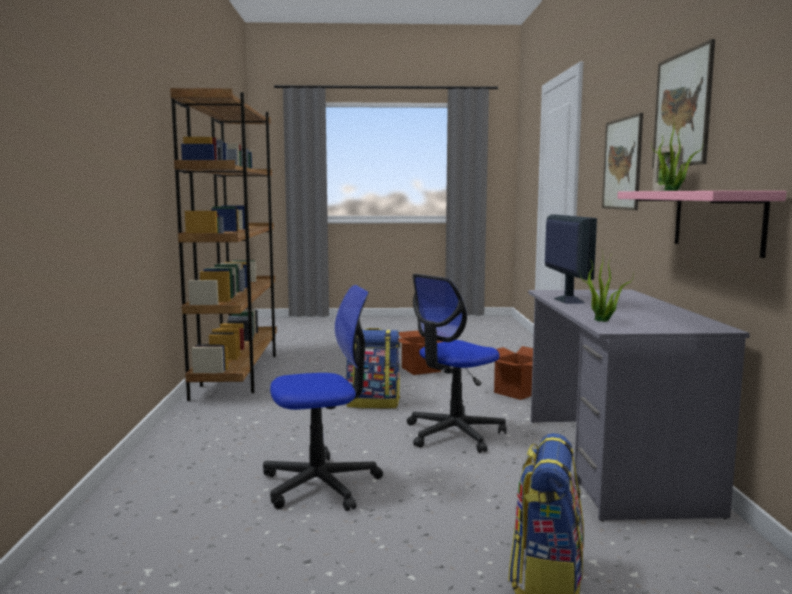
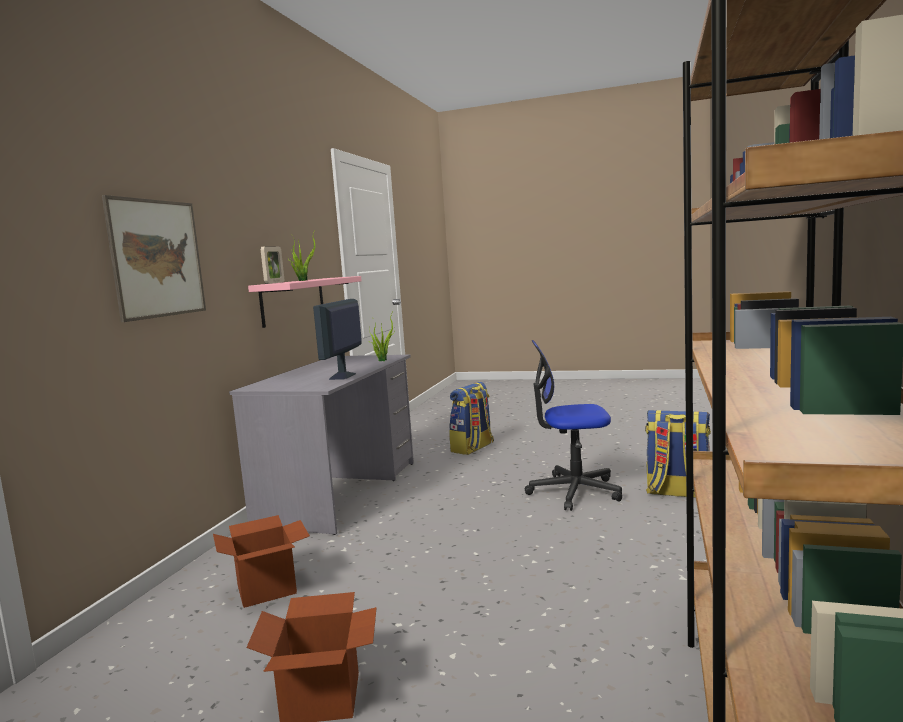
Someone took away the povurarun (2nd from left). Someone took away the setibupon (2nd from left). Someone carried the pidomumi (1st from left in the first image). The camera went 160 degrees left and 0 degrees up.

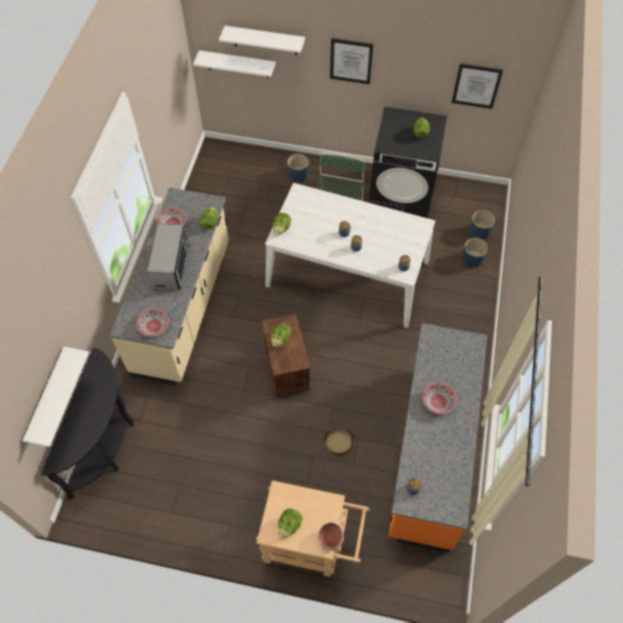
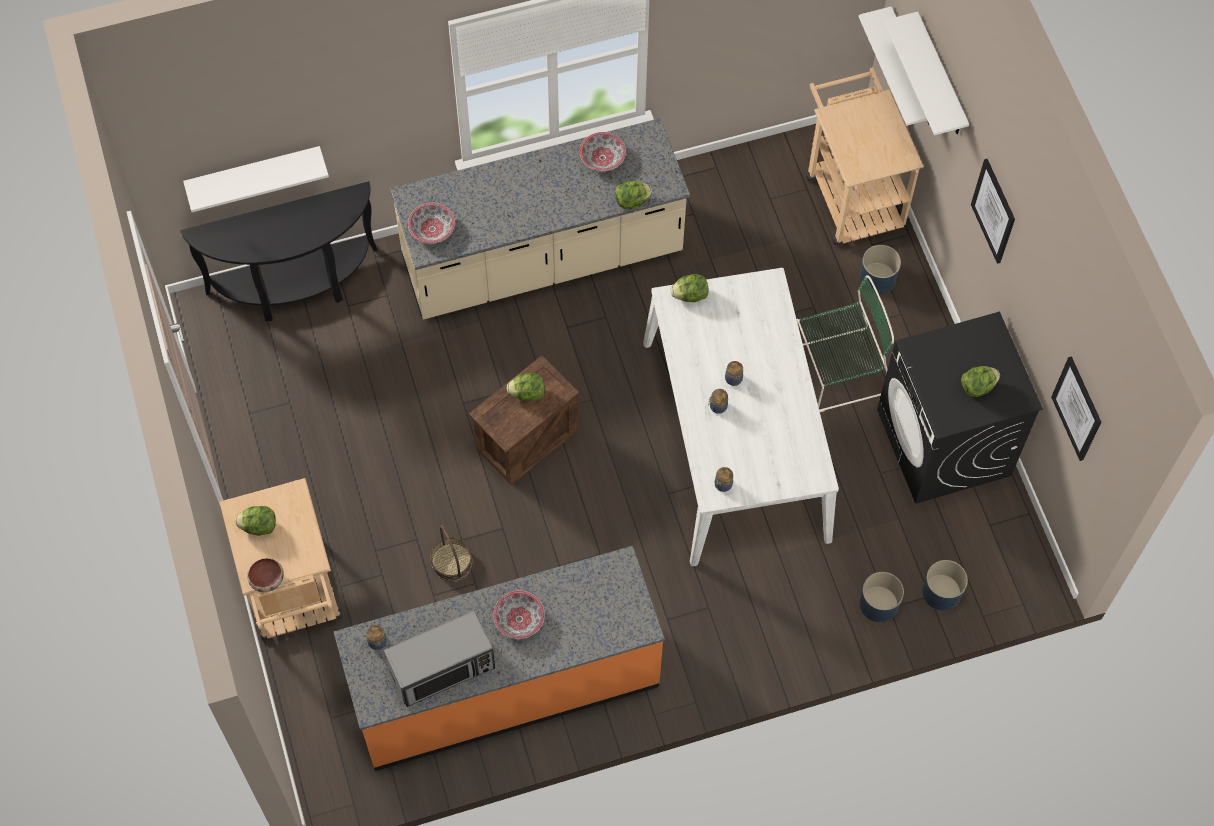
Someone put down the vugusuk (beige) (2nd from left). Someone carried the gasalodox. The camera went 60 degrees right and 5 degrees up.

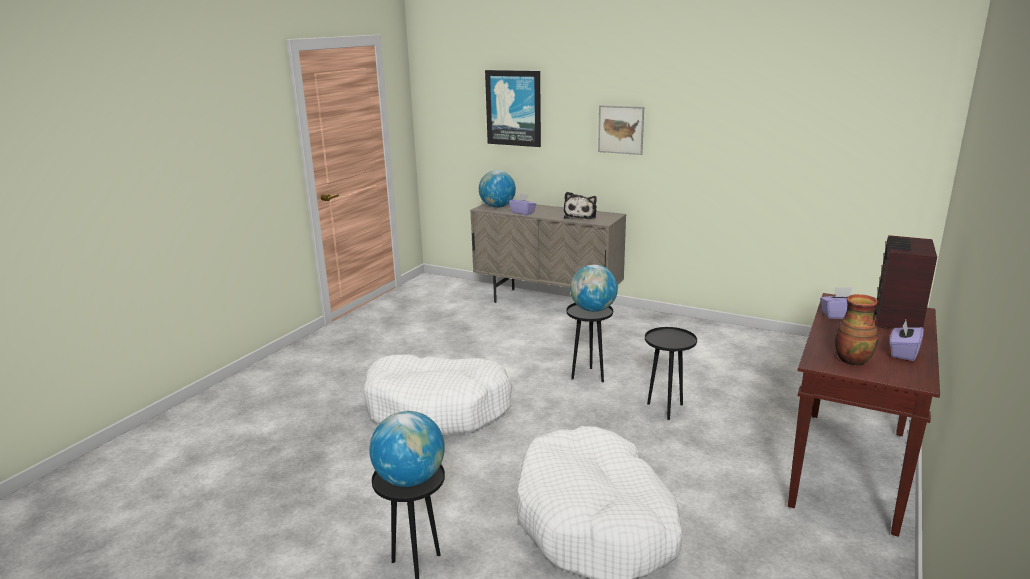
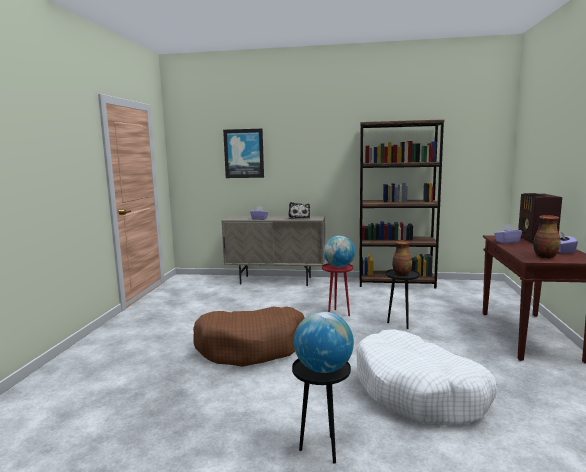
Someone took away the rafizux (2nd from left). Someone took away the setibupon (2nd from left). Someone put down the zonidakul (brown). Someone put down the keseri (1st from left). Someone repainted the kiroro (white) (1st from left), which became the kiroro (brown). Someone repainted the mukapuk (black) (2nd from left), which became the mukapuk (red). The camera went 20 degrees left and 10 degrees down.

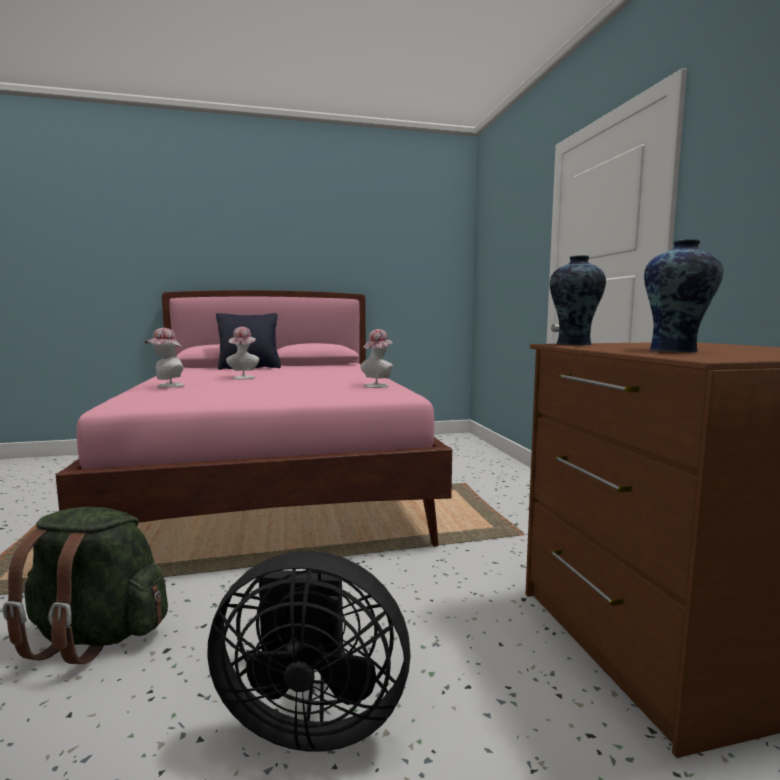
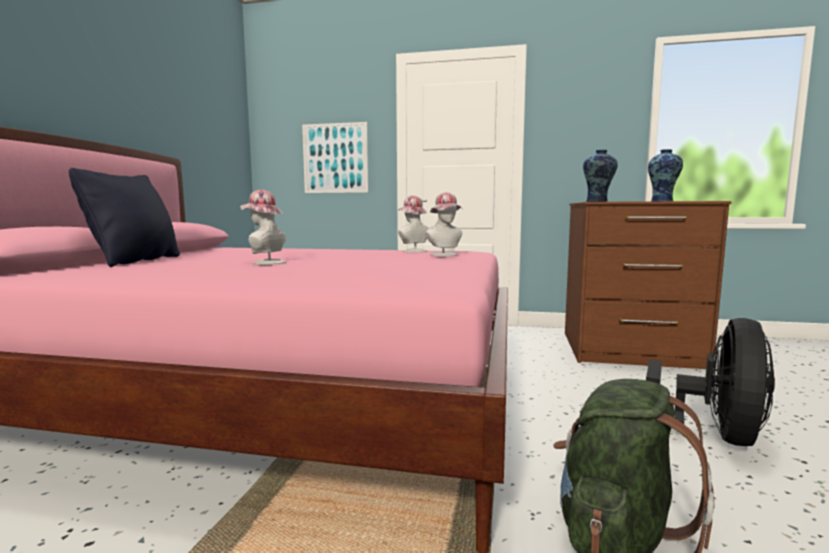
Someone put up the setibupon. Someone carried the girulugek (1st from left in the first image). The camera went 65 degrees left and 0 degrees up.

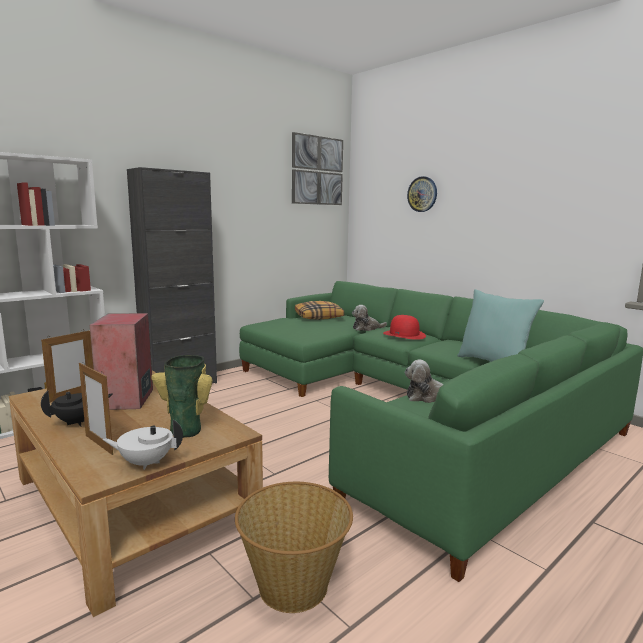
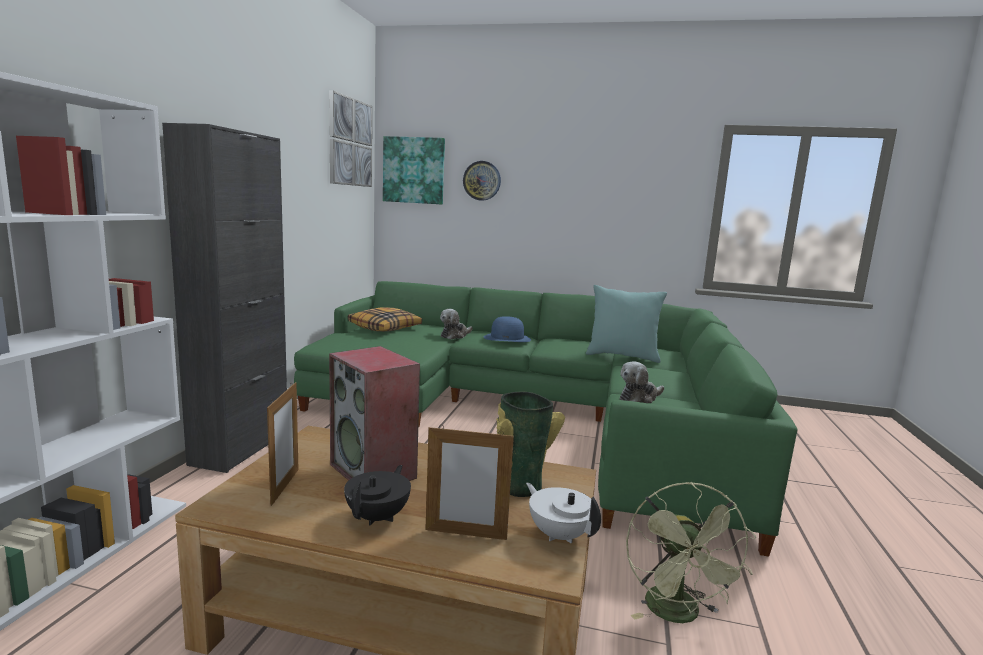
Someone put up the setibupon (2nd from left). Someone swapped the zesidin for the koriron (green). Someone repainted the girulugek (red), which became the girulugek (blue). Someone rotated the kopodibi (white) by 90 degrees clockwise. The camera went 35 degrees left and 0 degrees up.

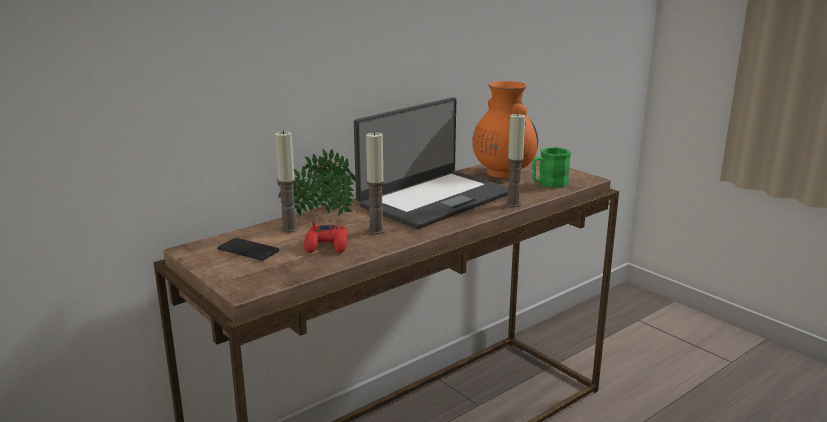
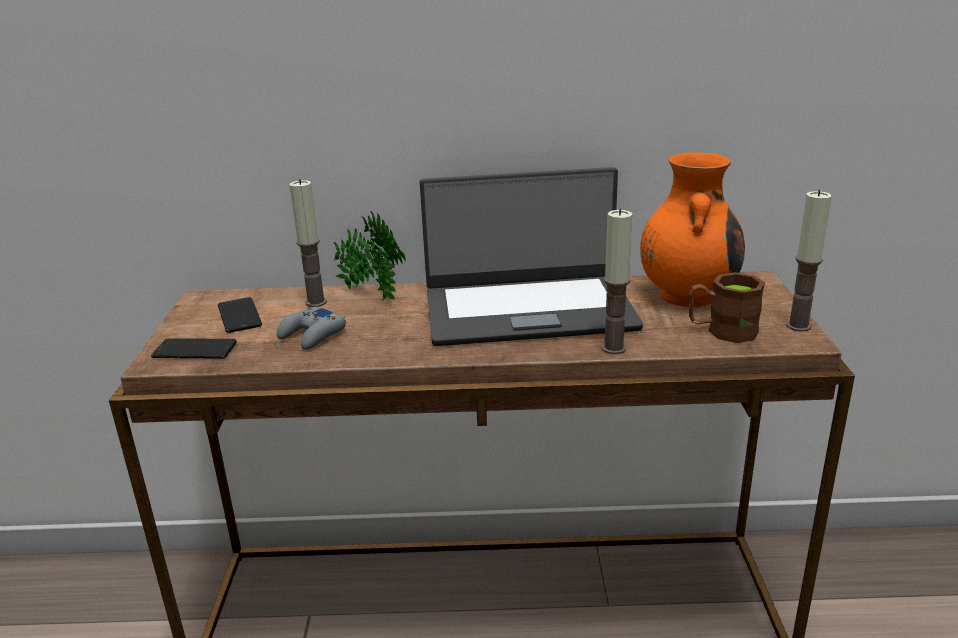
Someone put down the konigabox (1st from left). Someone carried the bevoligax (2nd from left in the first image). Someone repainted the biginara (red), which became the biginara (grey). Someone repainted the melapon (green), which became the melapon (brown). The camera went 40 degrees right and 5 degrees up.

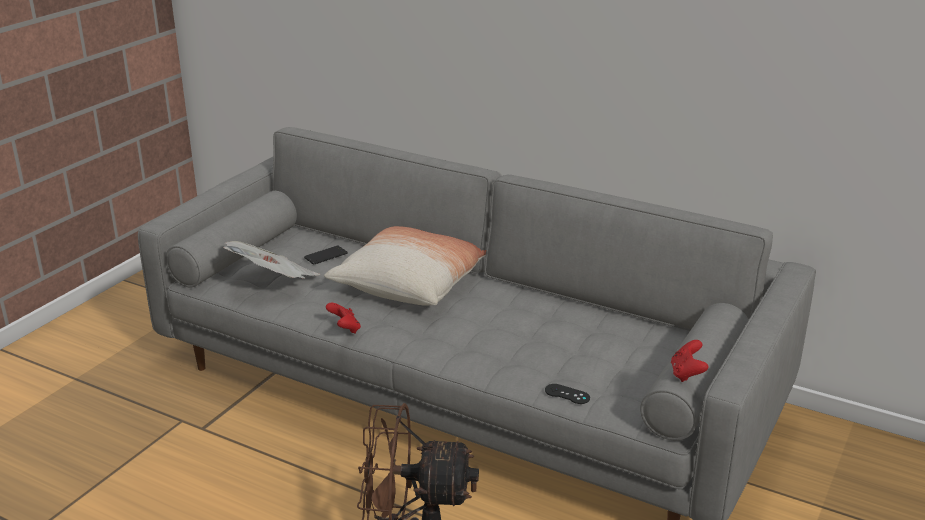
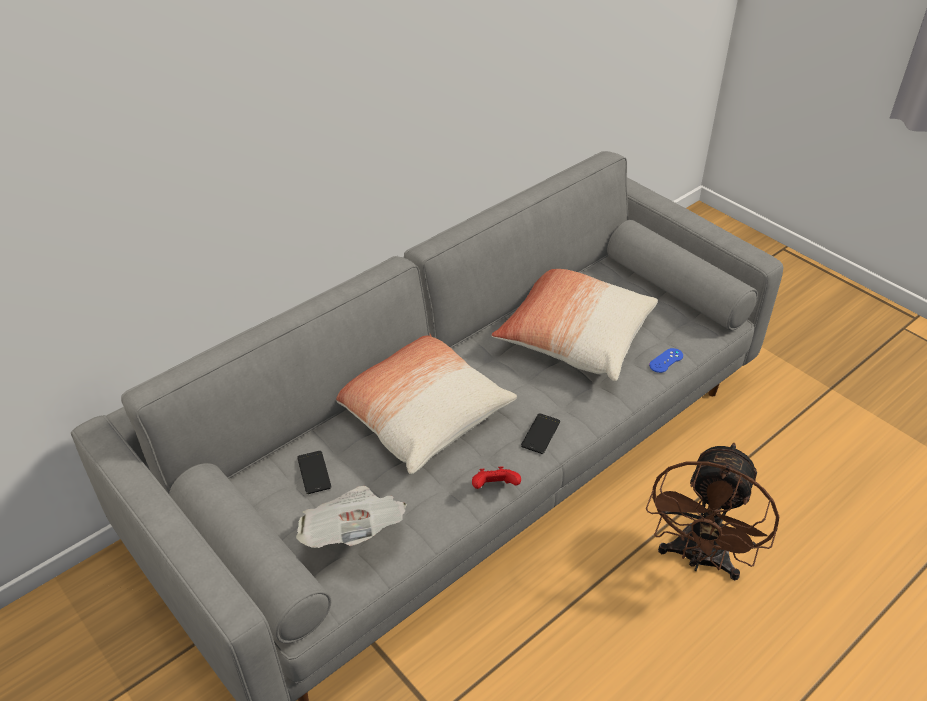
Someone took away the biginara (red) (2nd from left). Someone put down the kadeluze (2nd from left). Someone put down the konigabox (2nd from left). Someone repainted the biginara (black), which became the biginara (blue). The camera went 70 degrees left and 15 degrees up.

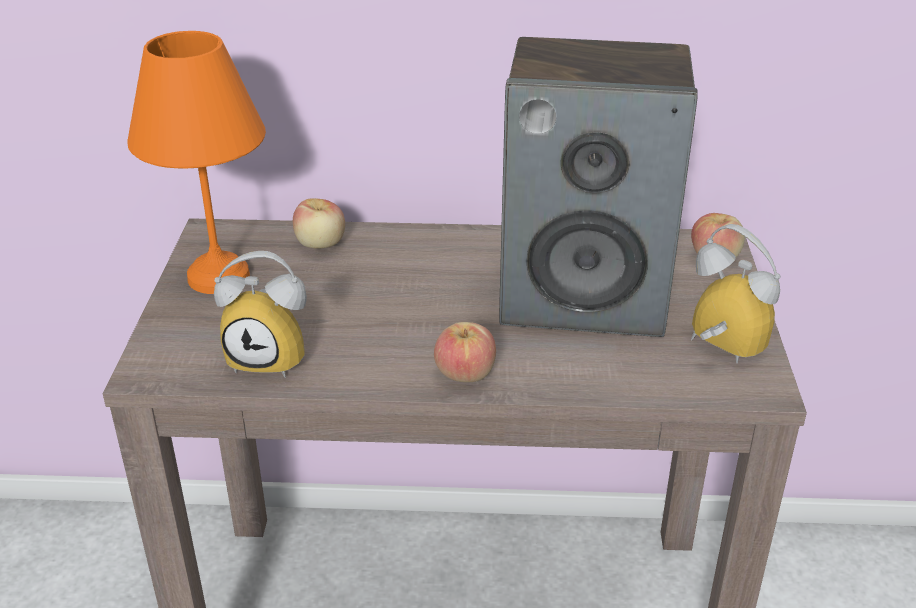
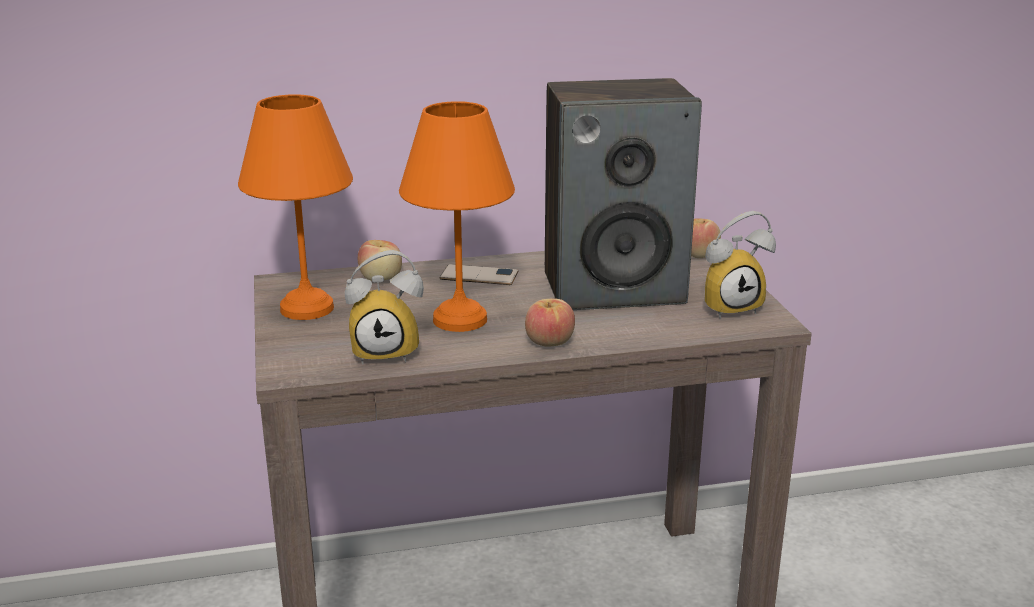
Someone put down the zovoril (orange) (2nd from left). Someone put down the konigabox. Someone rotated the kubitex (2nd from left) by 135 degrees clockwise. The camera went 15 degrees left and 10 degrees down.

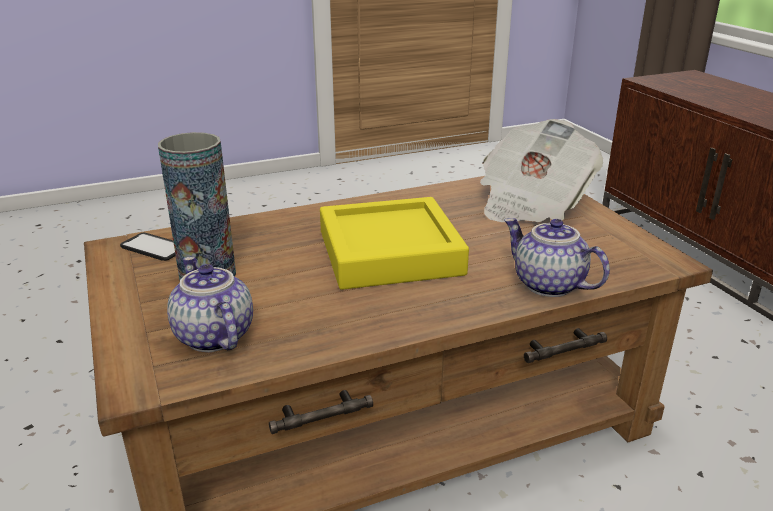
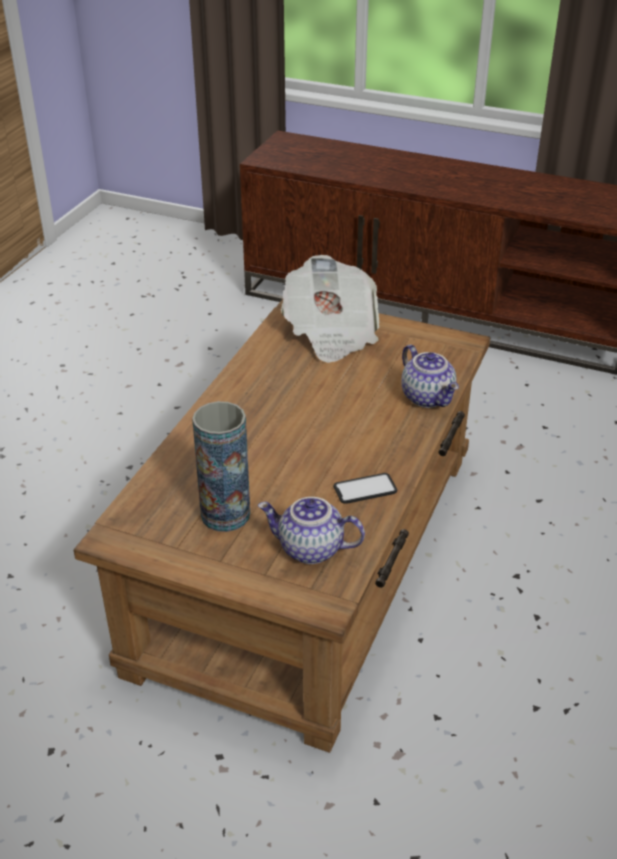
Someone took away the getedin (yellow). Someone carried the konigabox. Someone rotated the kopodibi (2nd from left) by 120 degrees counterclockwise. The camera went 45 degrees left and 10 degrees up.

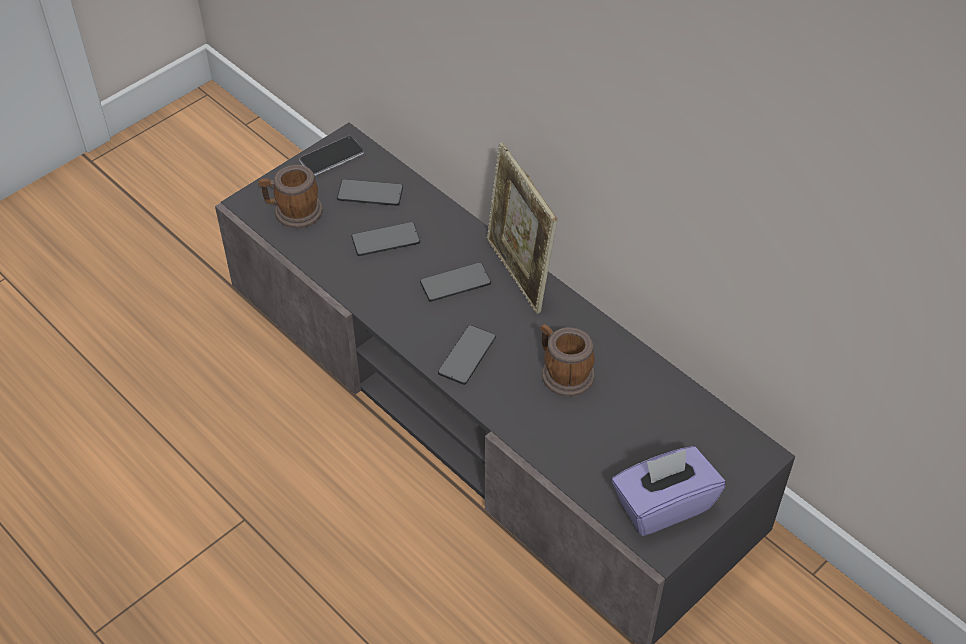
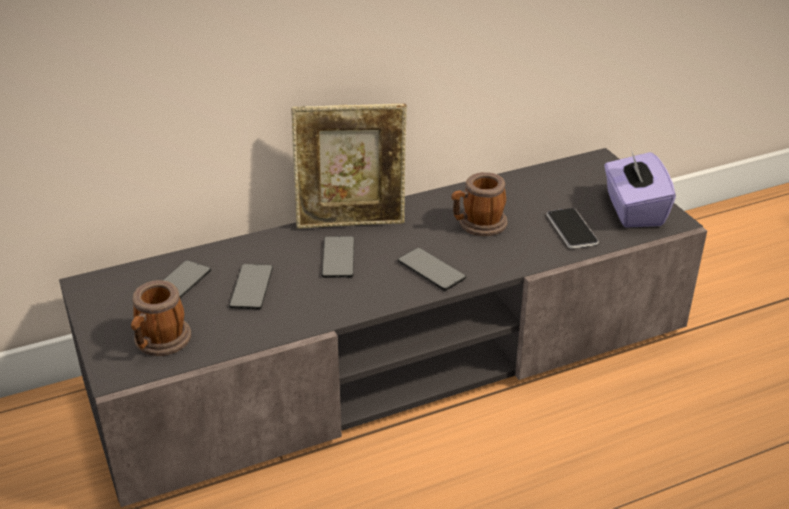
Someone carried the konigabox (1st from left in the first image). The camera went 70 degrees left and 15 degrees down.

